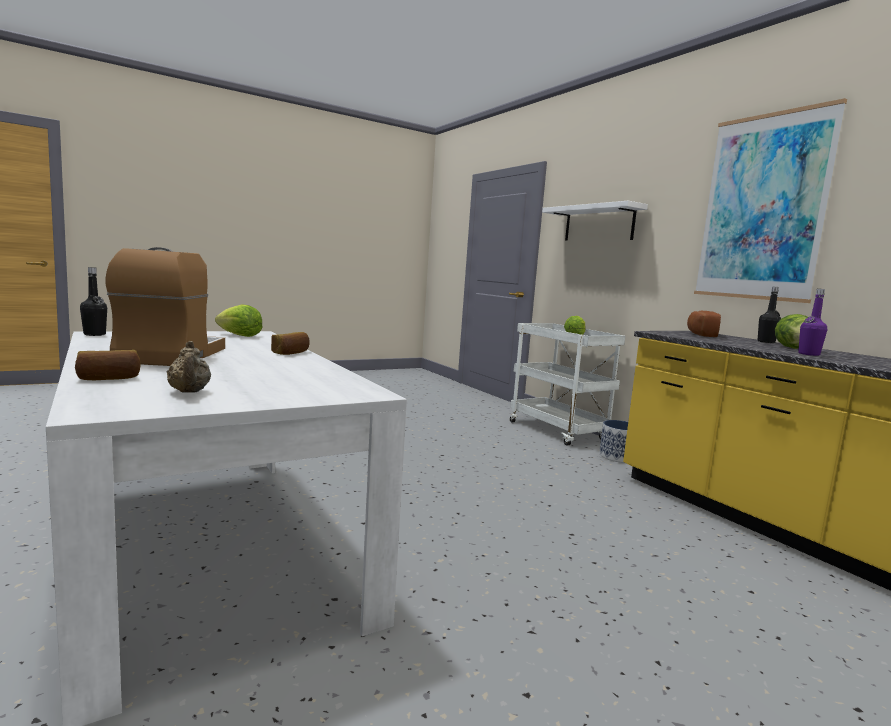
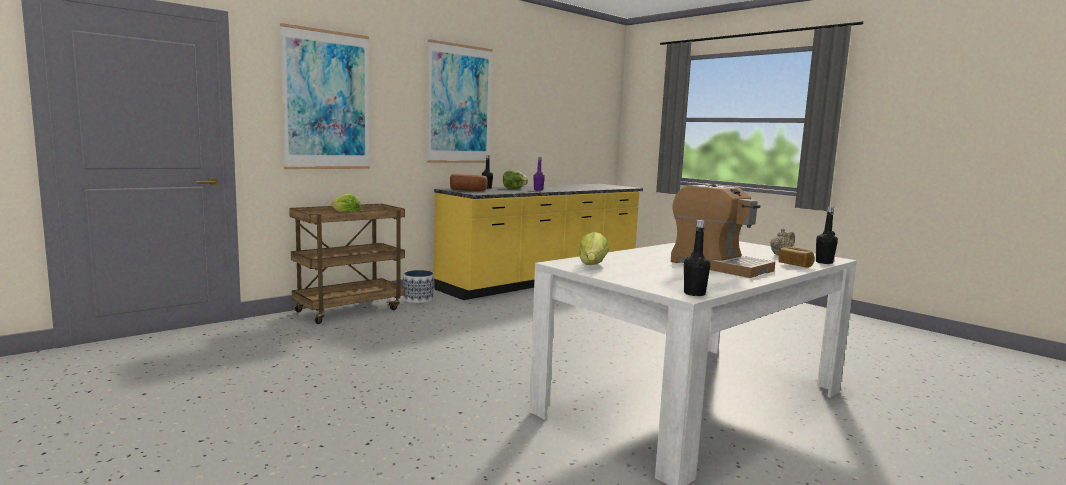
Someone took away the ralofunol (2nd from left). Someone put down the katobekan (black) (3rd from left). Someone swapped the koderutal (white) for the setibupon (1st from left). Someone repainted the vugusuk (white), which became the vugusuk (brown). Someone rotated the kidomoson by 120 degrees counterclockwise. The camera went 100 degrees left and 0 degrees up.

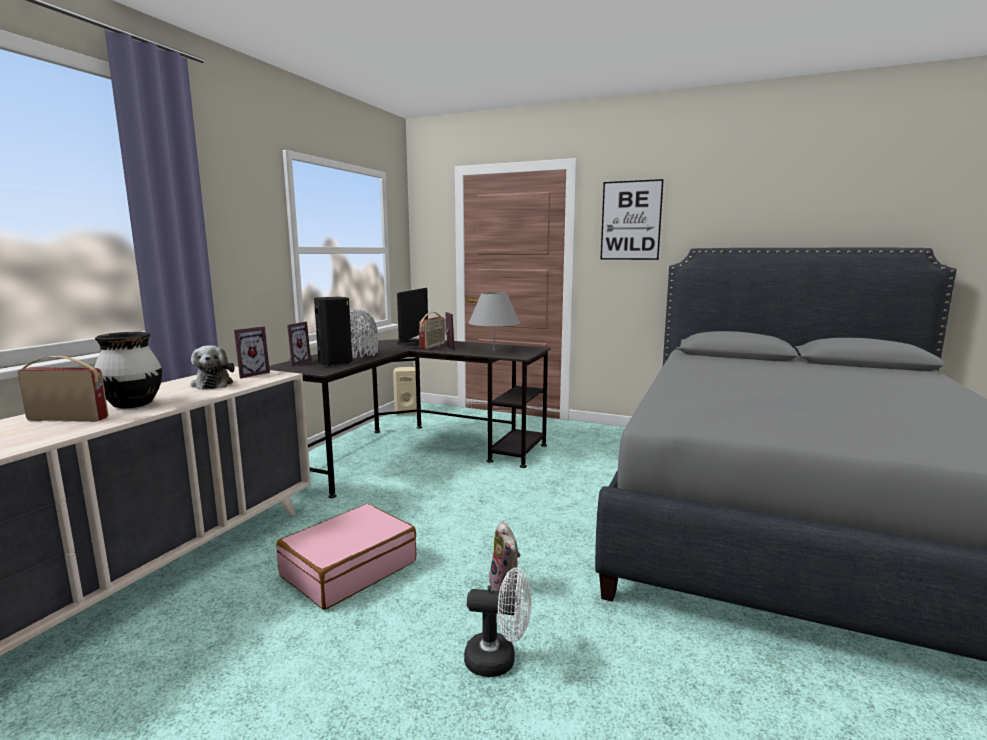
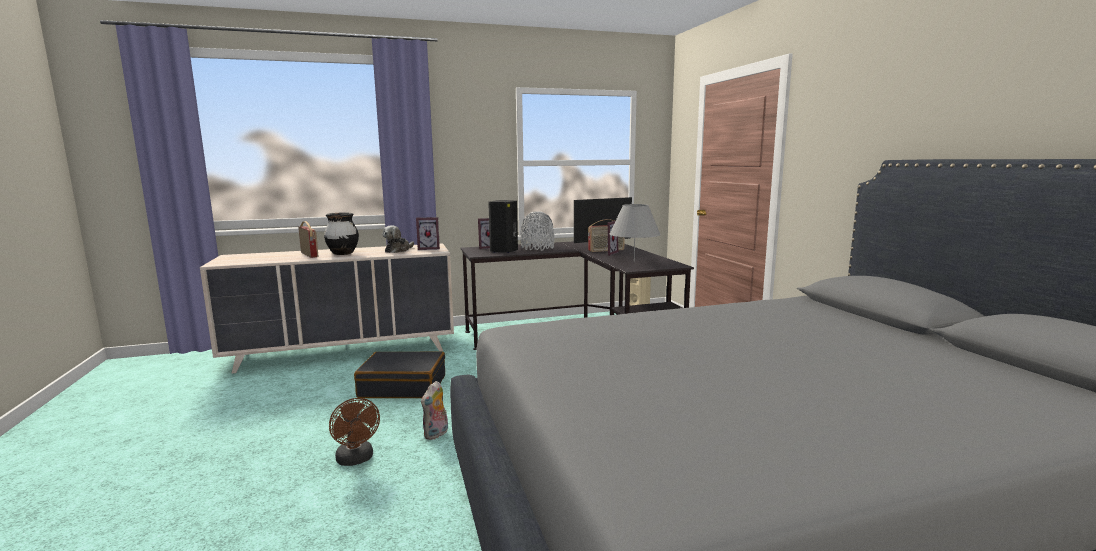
Someone took away the setibupon. Someone repainted the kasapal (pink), which became the kasapal (black). Someone repainted the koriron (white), which became the koriron (brown). The camera went 50 degrees right and 0 degrees up.

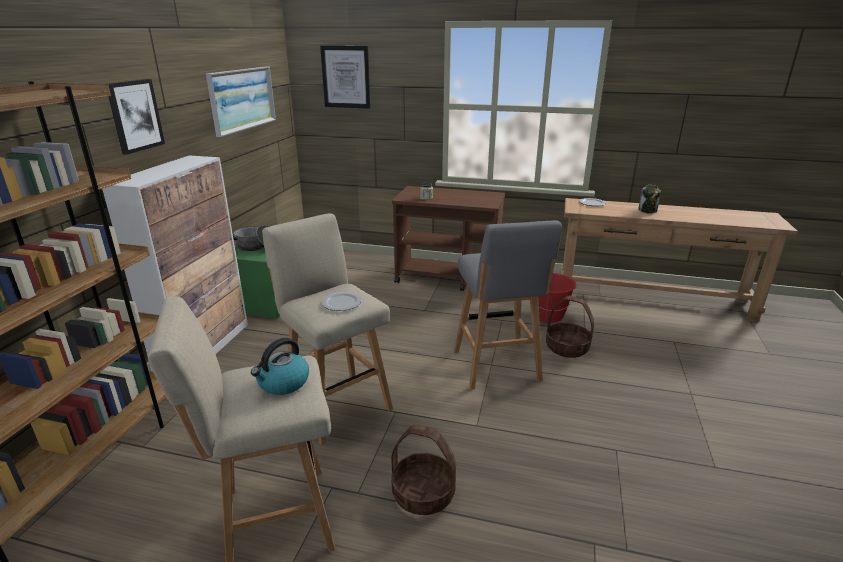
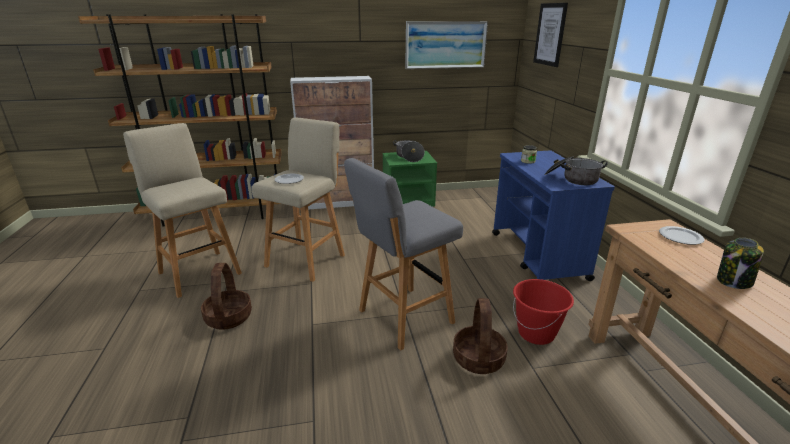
Someone took away the setibupon (1st from left). Someone took away the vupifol. Someone put down the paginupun (2nd from left). Someone repainted the vugusuk (brown), which became the vugusuk (blue). The camera went 65 degrees right and 0 degrees up.

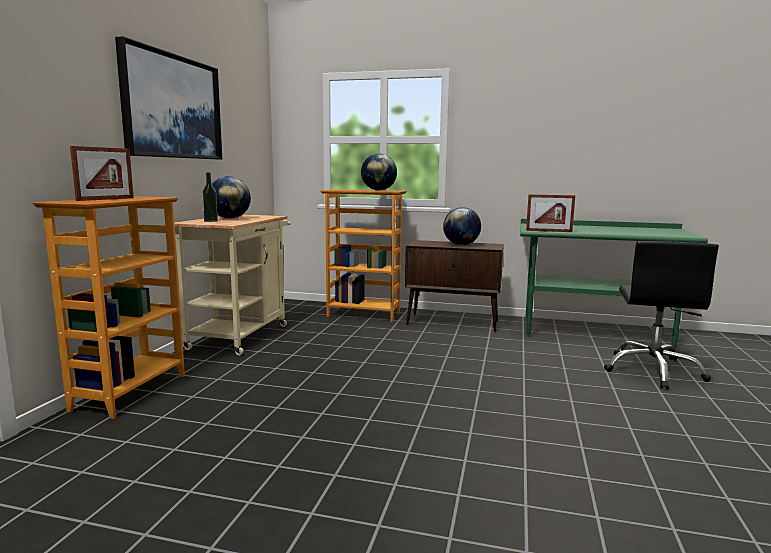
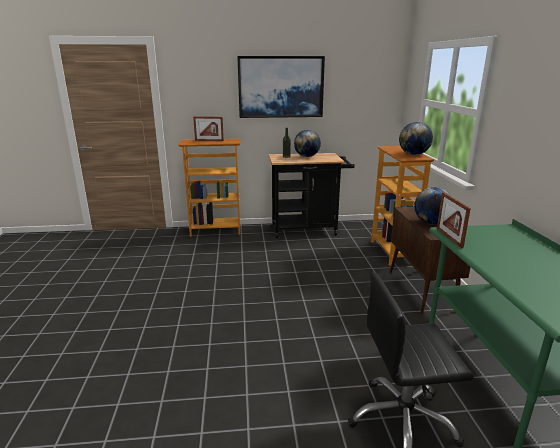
Someone repainted the vugusuk (beige), which became the vugusuk (black). The camera went 70 degrees right and 10 degrees up.

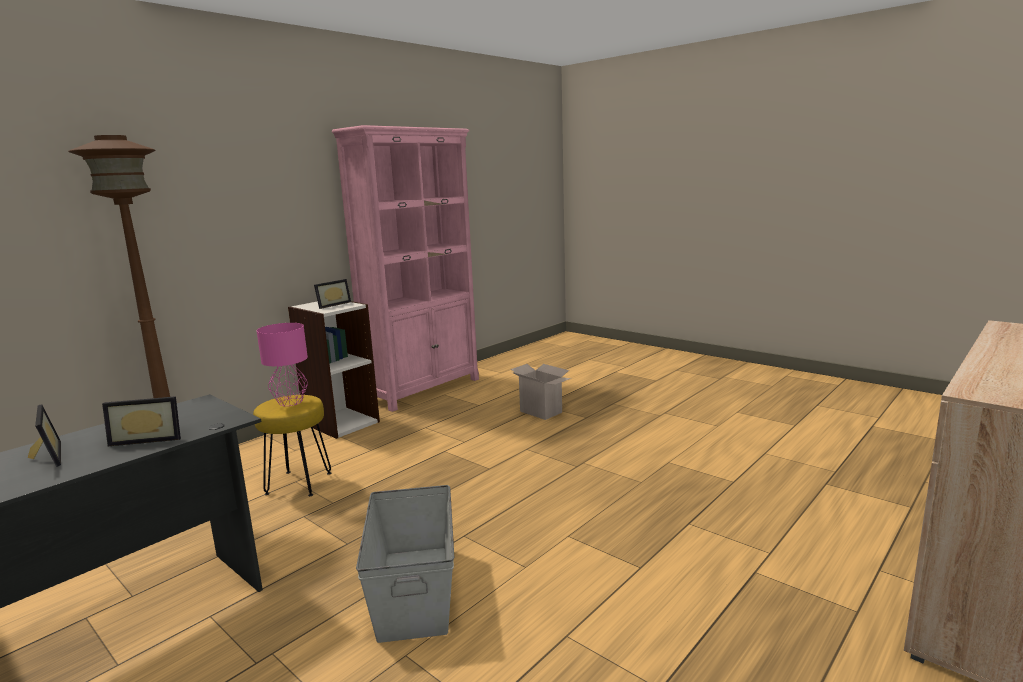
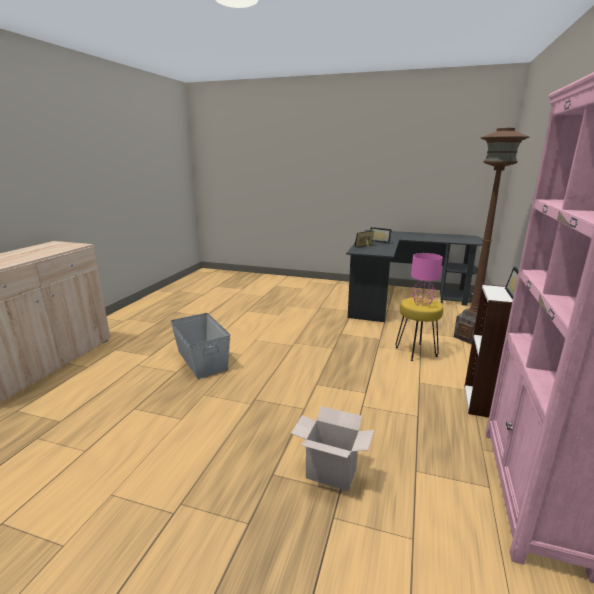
Someone carried the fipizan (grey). The camera went 155 degrees right and 5 degrees up.

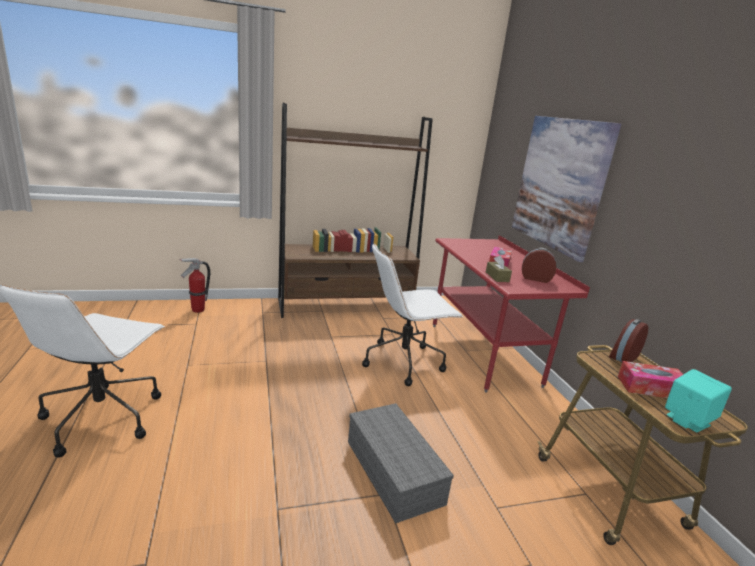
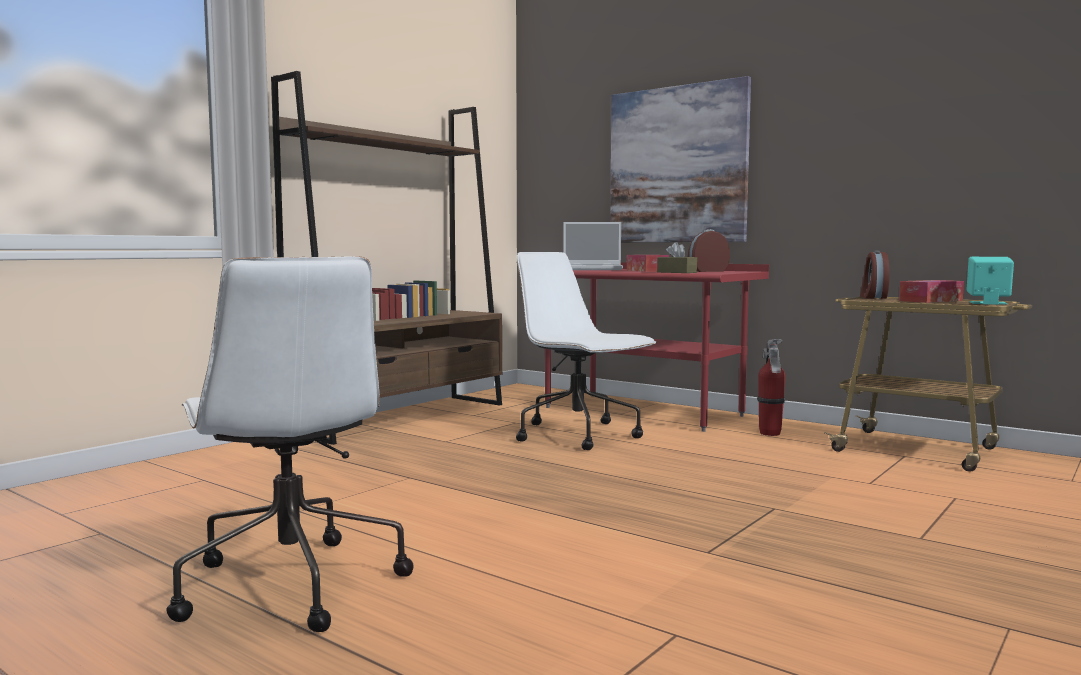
Someone took away the fipizan (grey). Someone put down the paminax. Someone carried the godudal. Someone rotated the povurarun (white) (2nd from left) by 105 degrees clockwise. The camera went 35 degrees left and 15 degrees down.

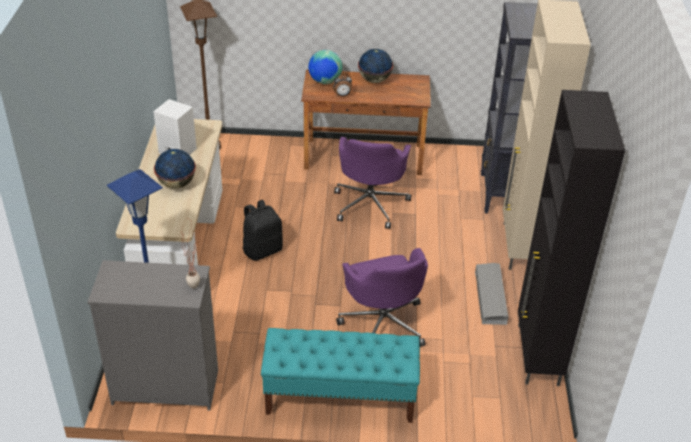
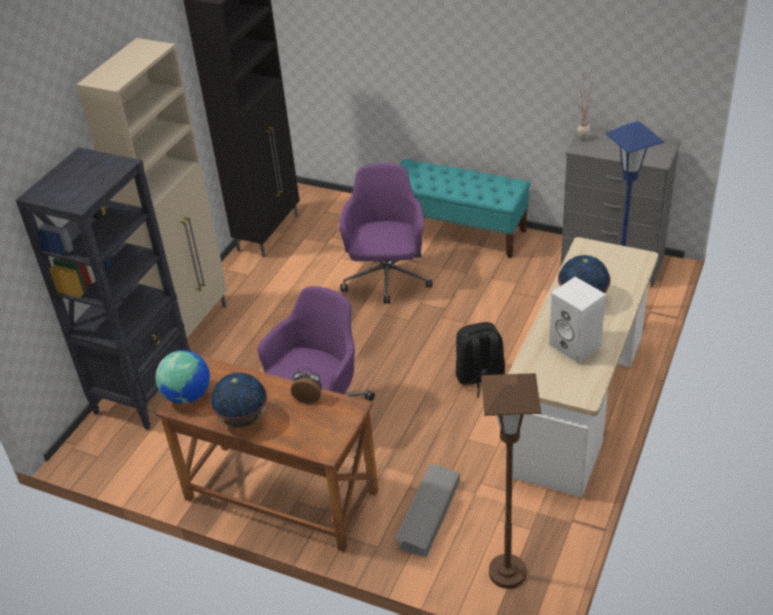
Someone carried the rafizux (2nd from left in the first image). Someone carried the fipizan (grey). The camera went 155 degrees left and 0 degrees up.

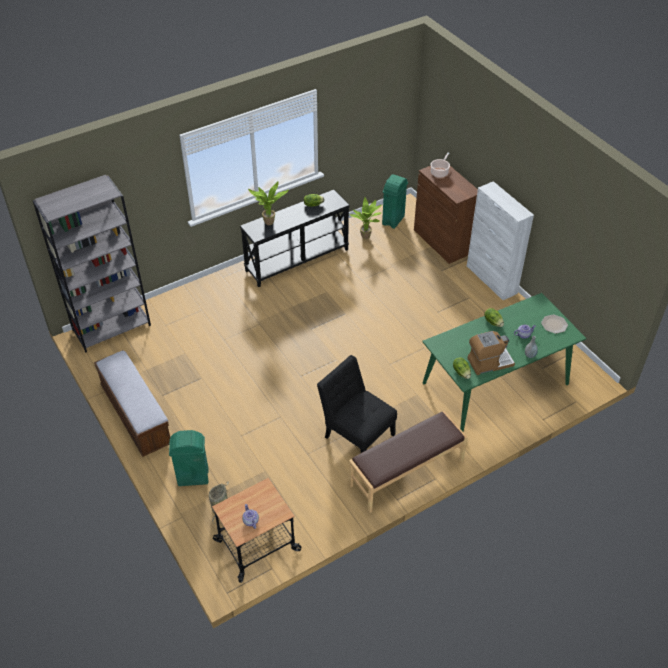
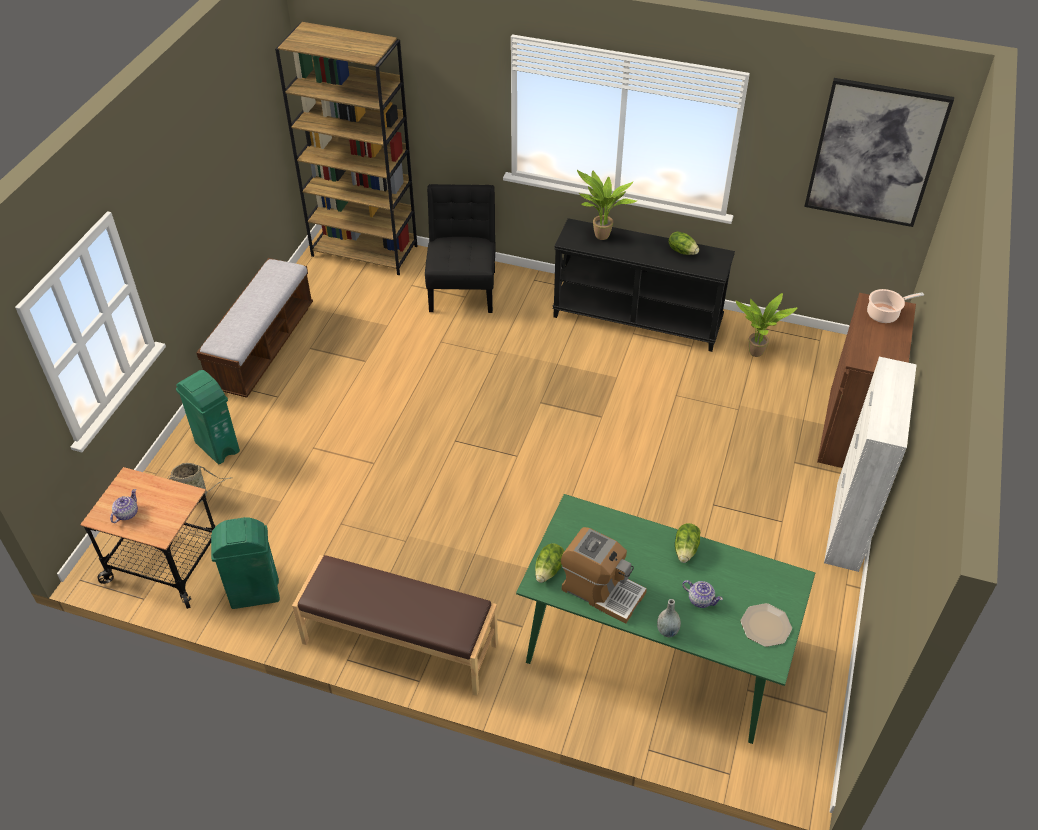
Someone put up the setibupon. Someone carried the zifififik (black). Someone carried the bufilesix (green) (2nd from left). Someone repainted the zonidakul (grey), which became the zonidakul (brown). The camera went 50 degrees right and 0 degrees up.

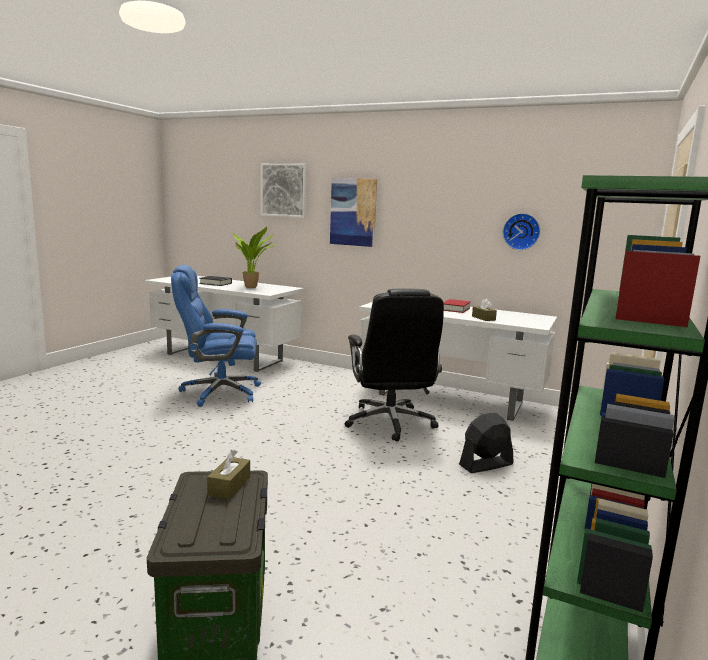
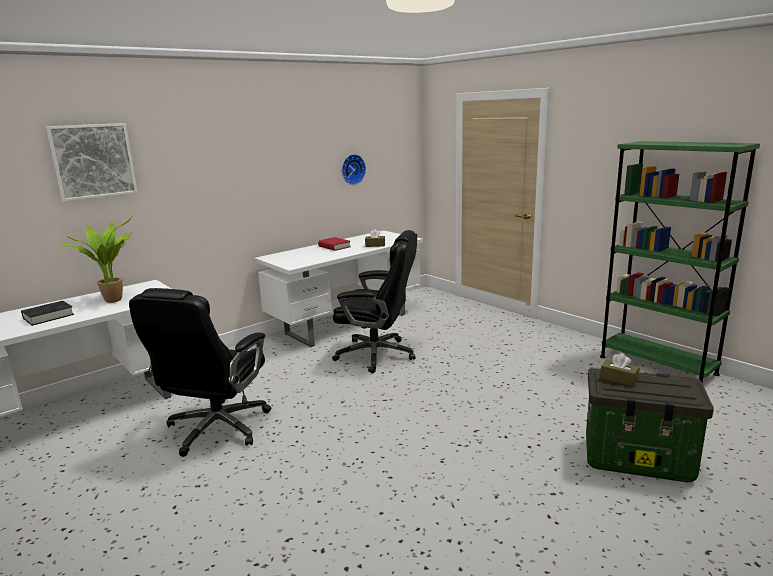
Someone took away the setibupon (2nd from left). Someone took away the koriron (black). Someone repainted the povurarun (blue), which became the povurarun (black) (1st from left). The camera went 65 degrees left and 5 degrees up.

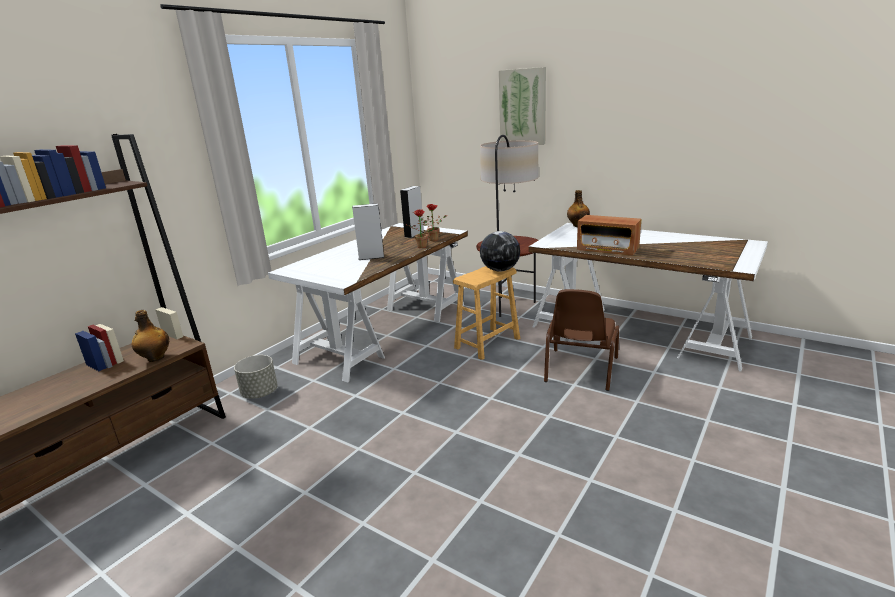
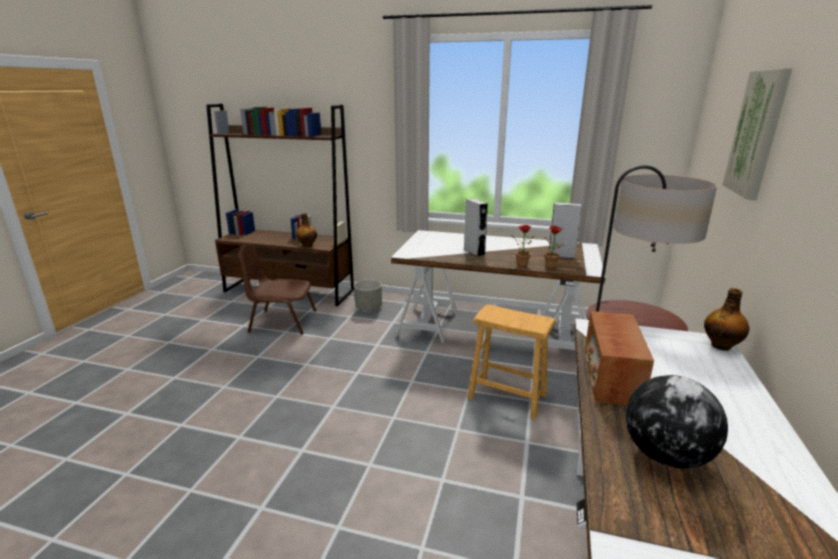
Someone carried the rafizux. Someone carried the zifififik (brown). The camera went 70 degrees right and 0 degrees up.

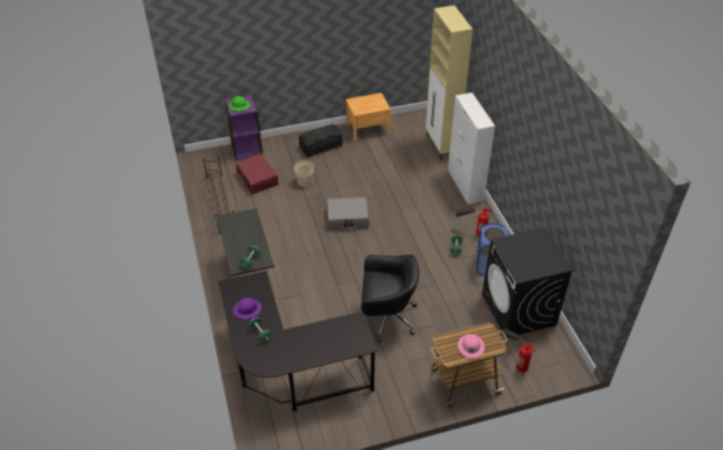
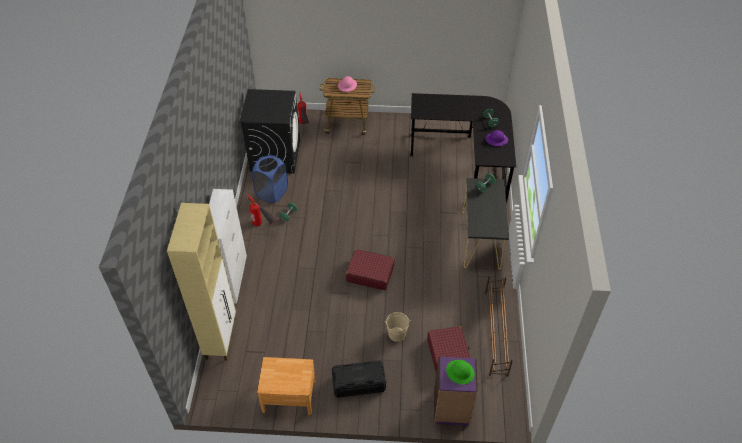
Someone took away the povurarun (black). Someone repainted the kasapal (grey), which became the kasapal (red) (1st from left). The camera went 160 degrees left and 5 degrees up.

